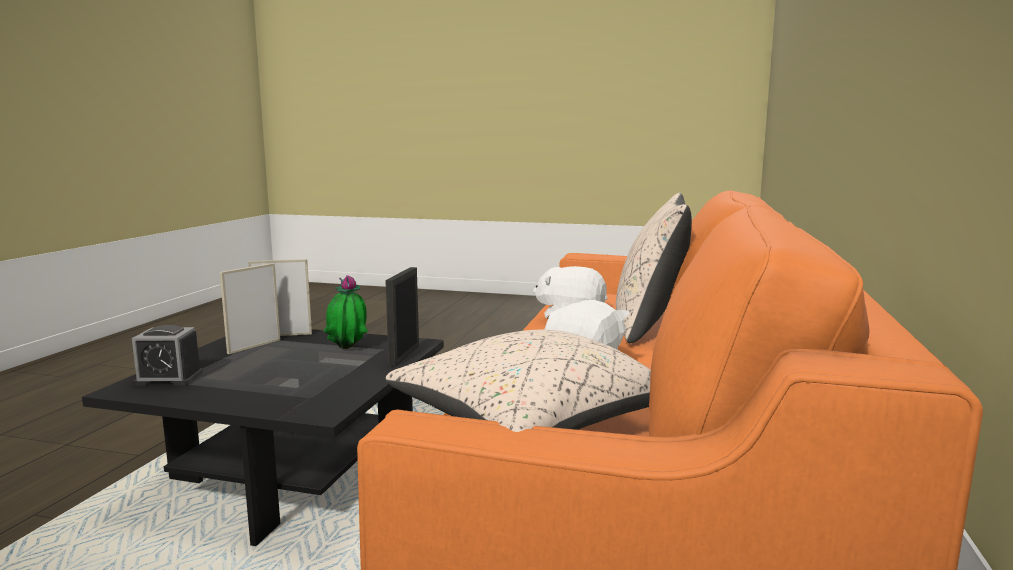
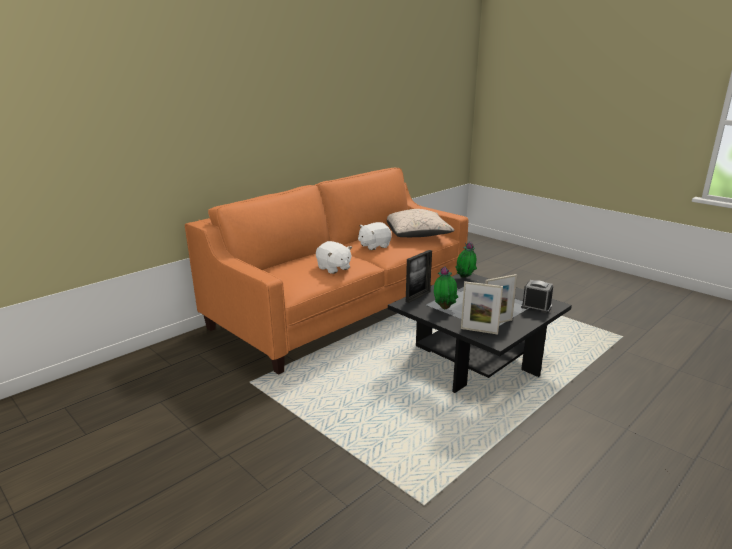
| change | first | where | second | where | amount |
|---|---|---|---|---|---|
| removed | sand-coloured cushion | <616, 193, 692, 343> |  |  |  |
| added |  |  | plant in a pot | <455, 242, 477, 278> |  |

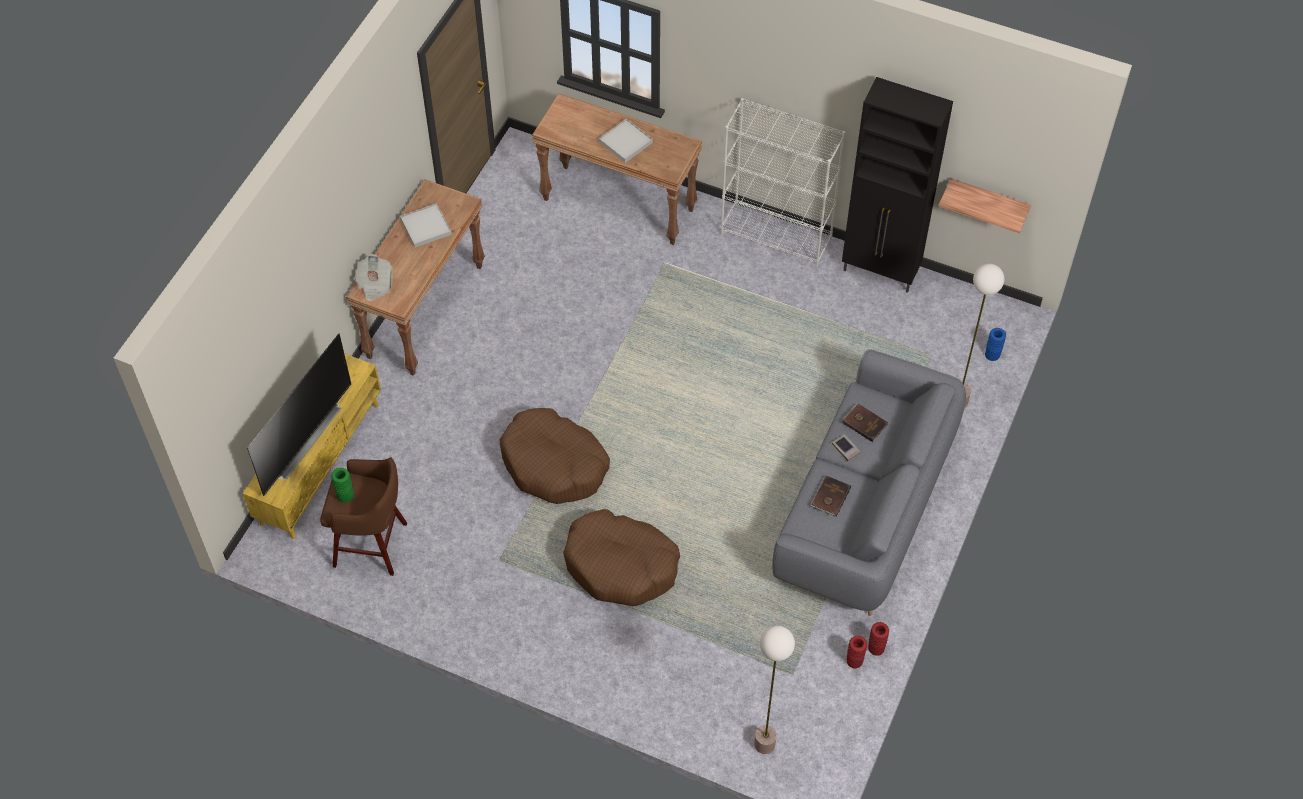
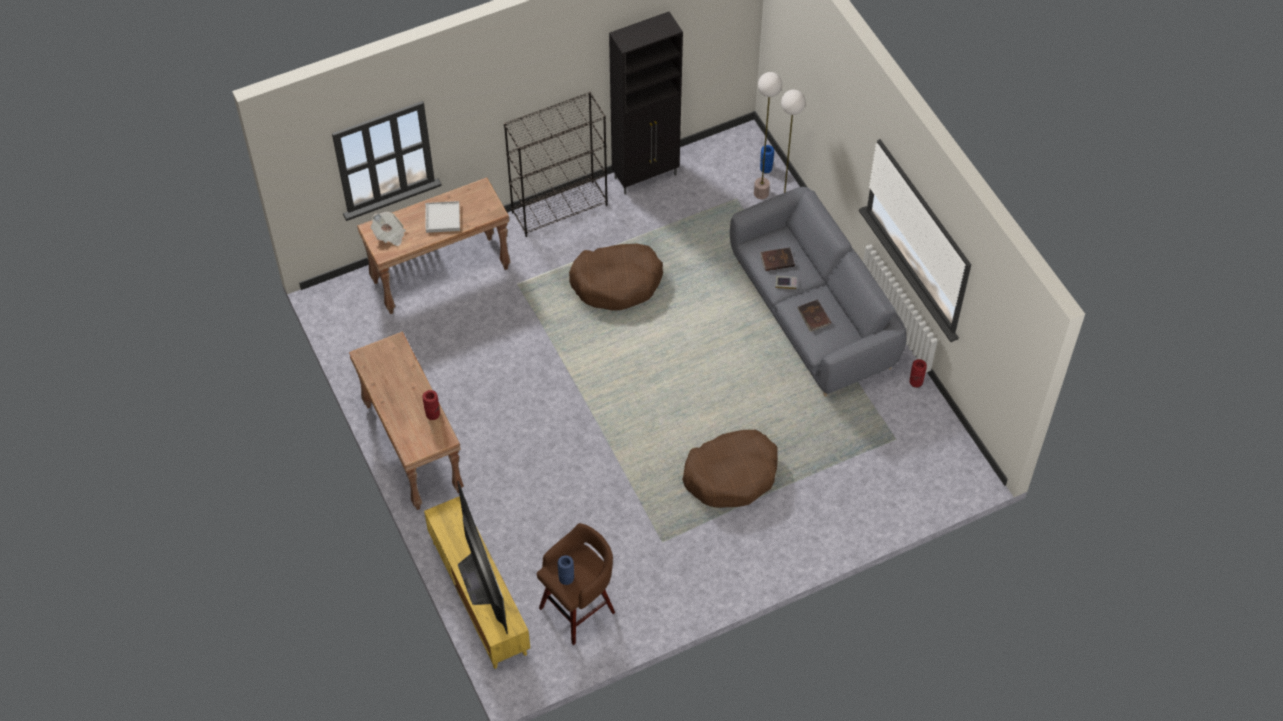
| change | first | where | second | where | amount |
|---|---|---|---|---|---|
| recoloured | white-coloured shelving unit | <720, 98, 846, 267> | black shelving unit | <504, 92, 608, 237> |  |
| removed | shelf | <938, 179, 1031, 233> |  |  |  |
| removed | white-coloured serving tray | <400, 203, 452, 248> |  |  |  |
| moved | newspaper | <354, 254, 393, 301> |  | <371, 212, 406, 246> |  |
| moved | brown dog bed | <499, 408, 610, 504> |  | <569, 244, 663, 310> |  |
| recoloured | green-coloured decorative vase | <331, 468, 354, 503> | blue decorative vase | <557, 555, 574, 585> |  |
| moved | floor lamp | <754, 626, 795, 754> |  | <754, 72, 782, 199> |  |
| moved | red decorative vase | <846, 636, 867, 668> |  | <422, 390, 440, 420> |  |

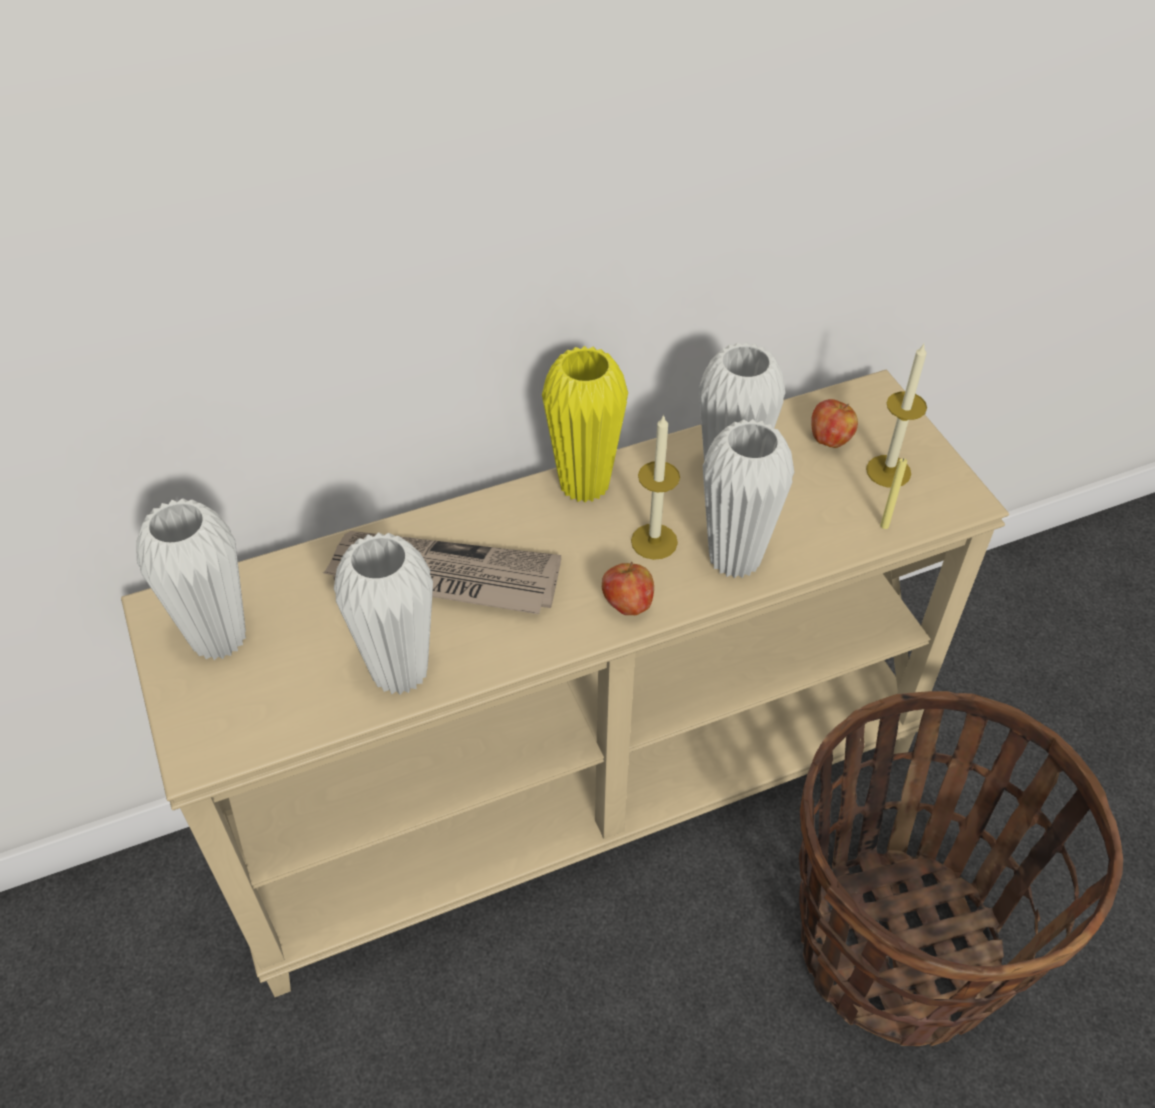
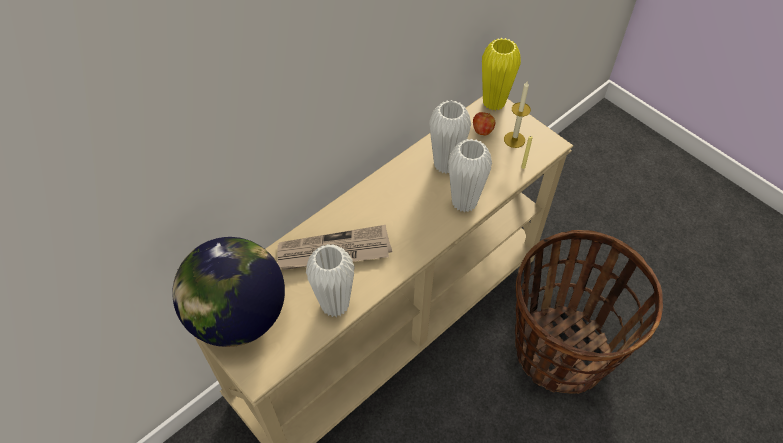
| change | first | where | second | where | amount |
|---|---|---|---|---|---|
| moved | yellow-coloured decorative vase | <542, 346, 628, 503> |  | <482, 38, 521, 111> |  |
| removed | candle | <631, 414, 680, 560> |  |  |  |
| replaced | white-coloured decorative vase | <136, 498, 246, 660> | world globe | <172, 237, 285, 347> |  |
| removed | apple | <602, 562, 654, 615> |  |  |  |

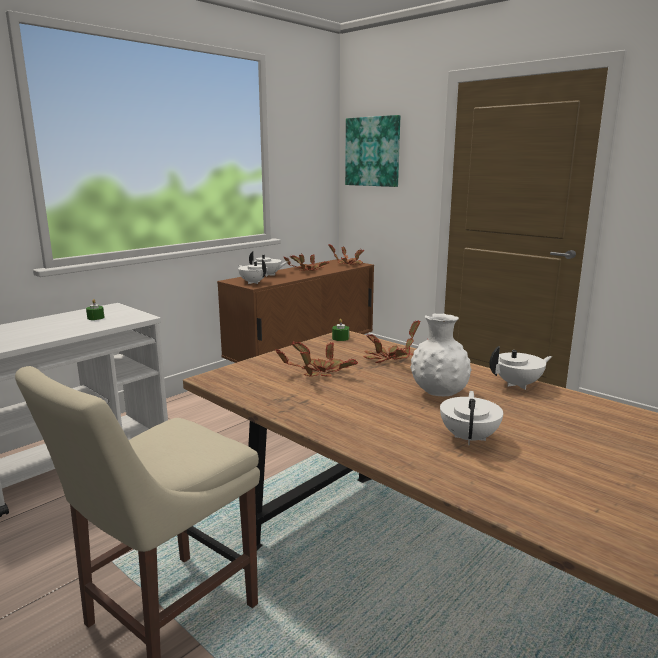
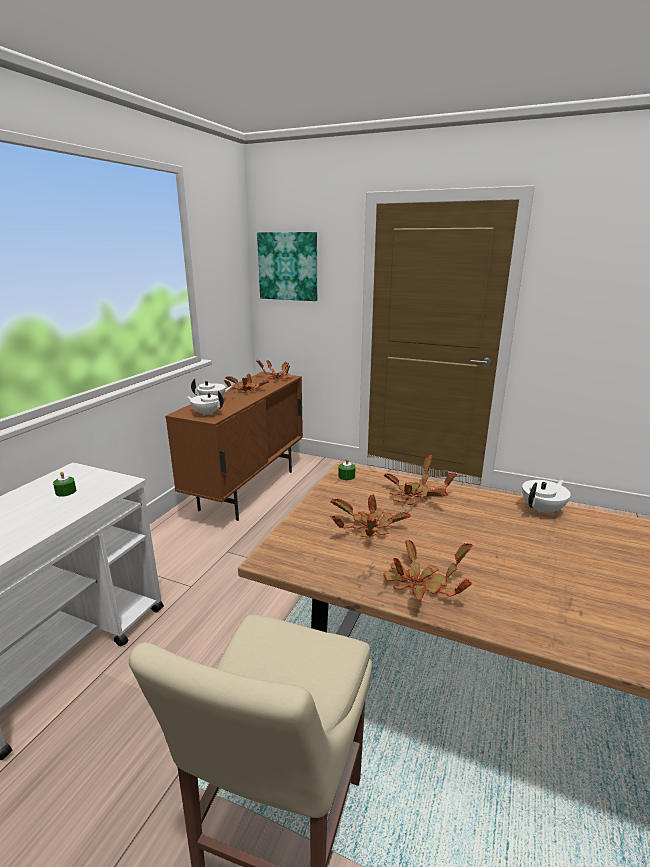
| change | first | where | second | where | amount |
|---|---|---|---|---|---|
| removed | white-coloured decorative vase | <411, 314, 471, 396> |  |  |  |
| removed | white-coloured teapot | <440, 391, 503, 445> |  |  |  |
| added |  |  | plant in a pot | <383, 539, 473, 600> |  |

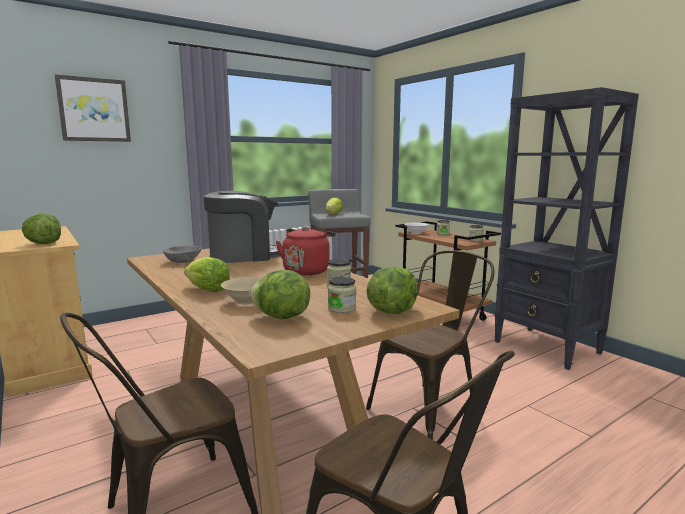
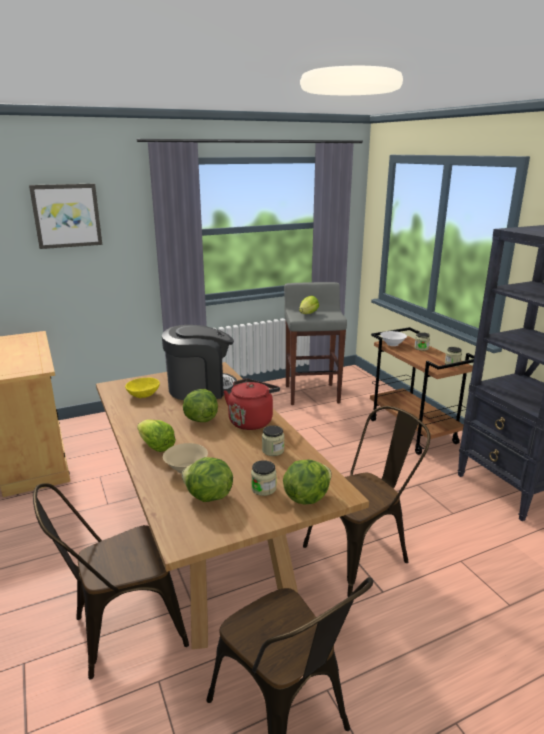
| change | first | where | second | where | amount |
|---|---|---|---|---|---|
| moved | head of lettuce | <22, 213, 61, 244> |  | <183, 389, 218, 422> |  |
| recoloured | greyish serving bowl | <163, 245, 201, 263> | yellow-coloured serving bowl | <125, 377, 160, 398> |  |

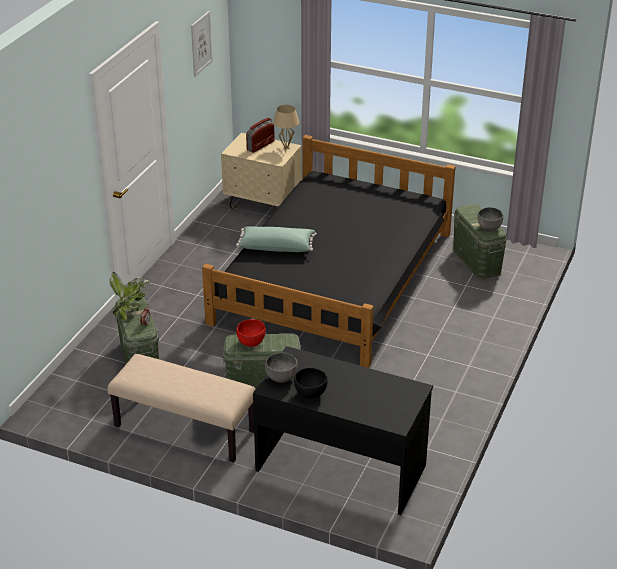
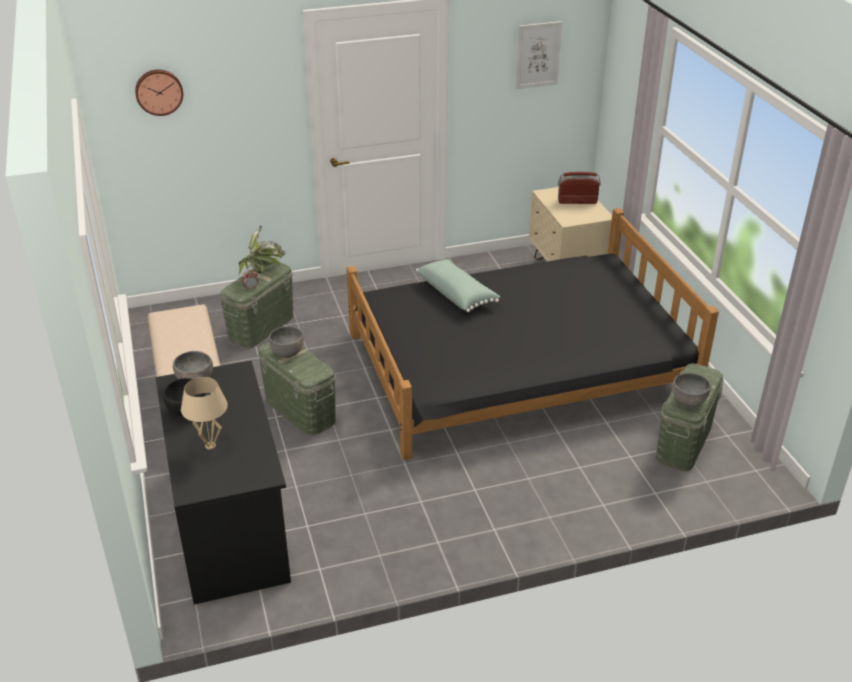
| change | first | where | second | where | amount |
|---|---|---|---|---|---|
| moved | sand-coloured tabletop lamp | <273, 105, 299, 149> |  | <181, 377, 228, 450> |  |
| recoloured | red serving bowl | <236, 319, 266, 347> | greyish serving bowl | <269, 326, 304, 358> |  |
| added |  |  | clock on the wall | <135, 70, 183, 116> |  |

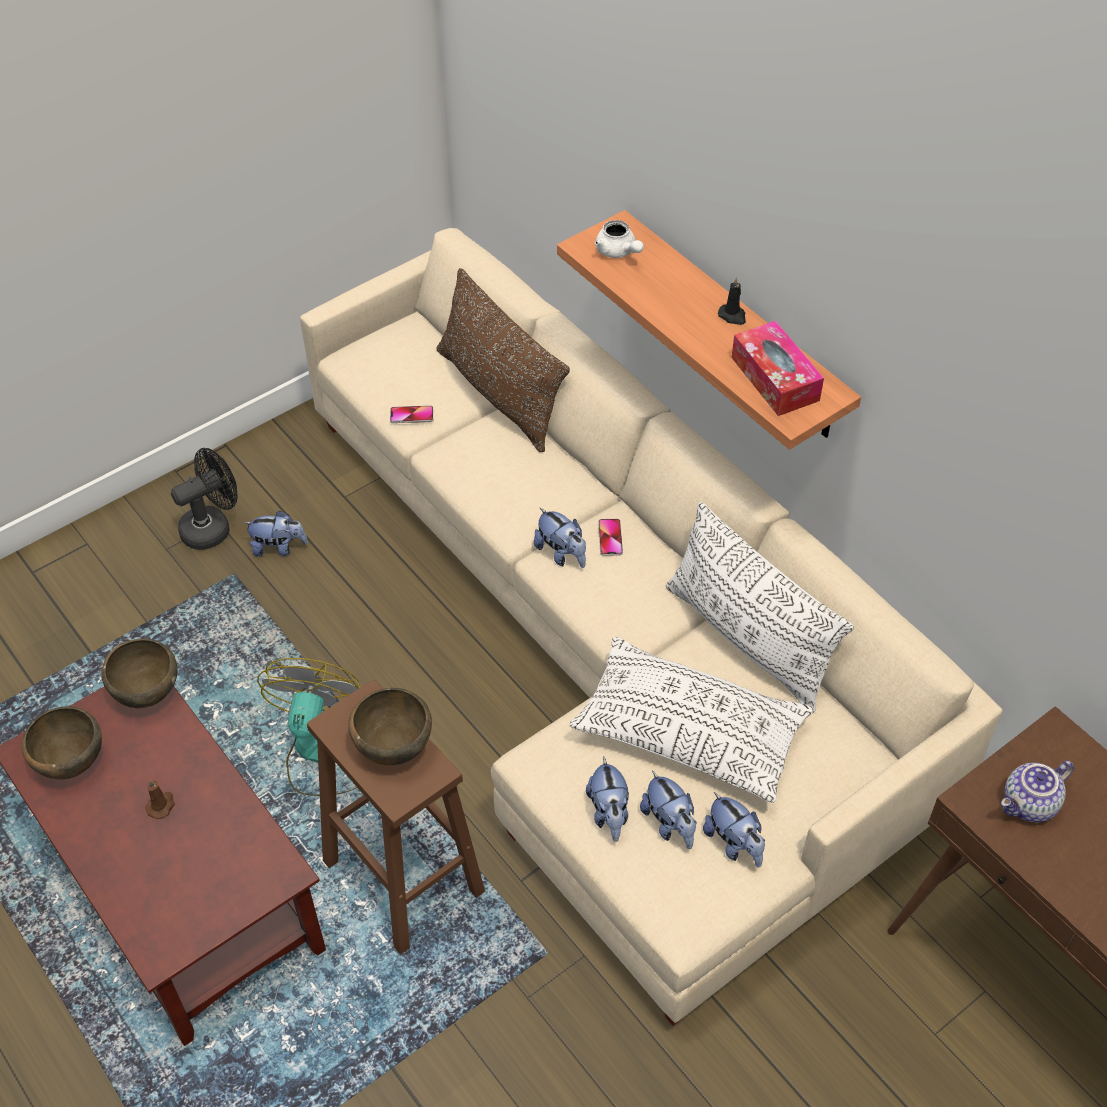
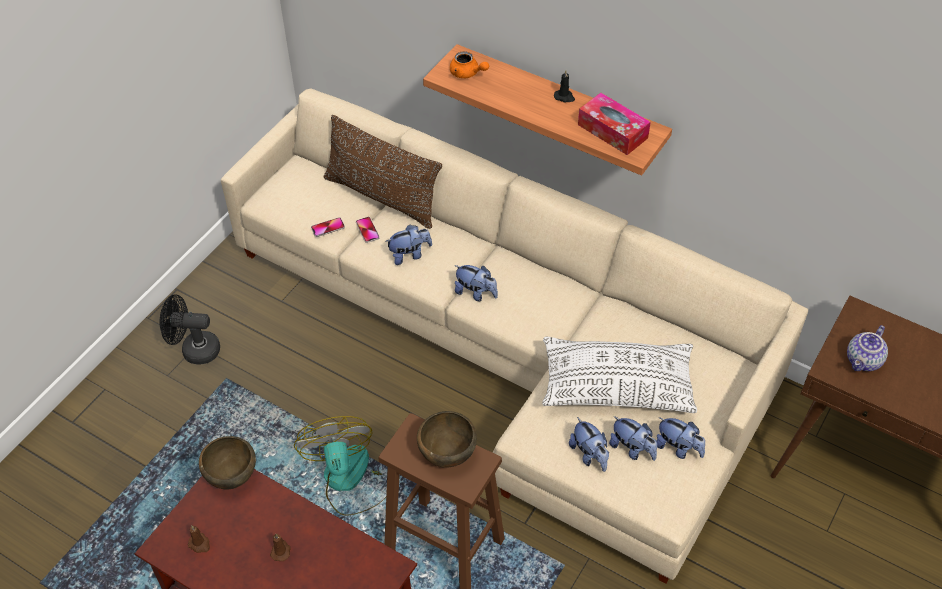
| change | first | where | second | where | amount |
|---|---|---|---|---|---|
| recoloured | white-coloured teapot | <595, 220, 644, 258> | orangey teapot | <450, 51, 489, 78> |  |
| turned | black cooling fan | <171, 448, 238, 550> |  | <160, 295, 220, 364> | 120 degrees counterclockwise |
| removed | white-coloured cushion | <666, 502, 854, 712> |  |  |  |
| moved | plush toy | <244, 511, 308, 557> |  | <385, 224, 432, 265> |  |
| moved | telephone | <598, 519, 623, 556> |  | <356, 217, 380, 243> |  |
| replaced | brown serving bowl | <21, 706, 102, 779> | brown candle | <188, 526, 210, 553> |  |

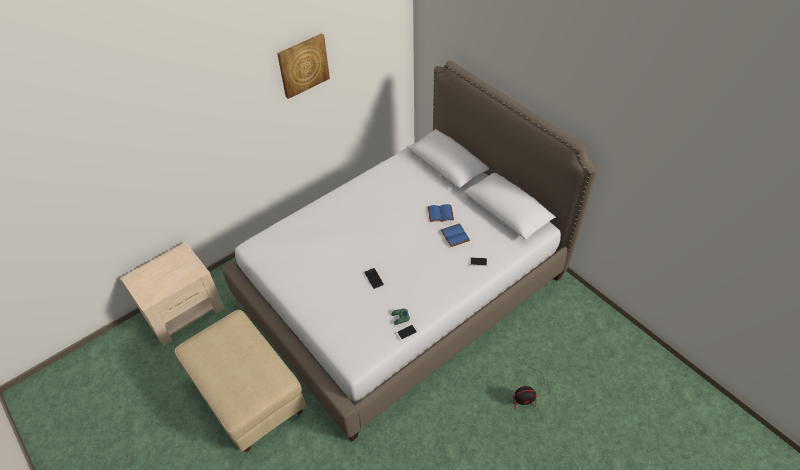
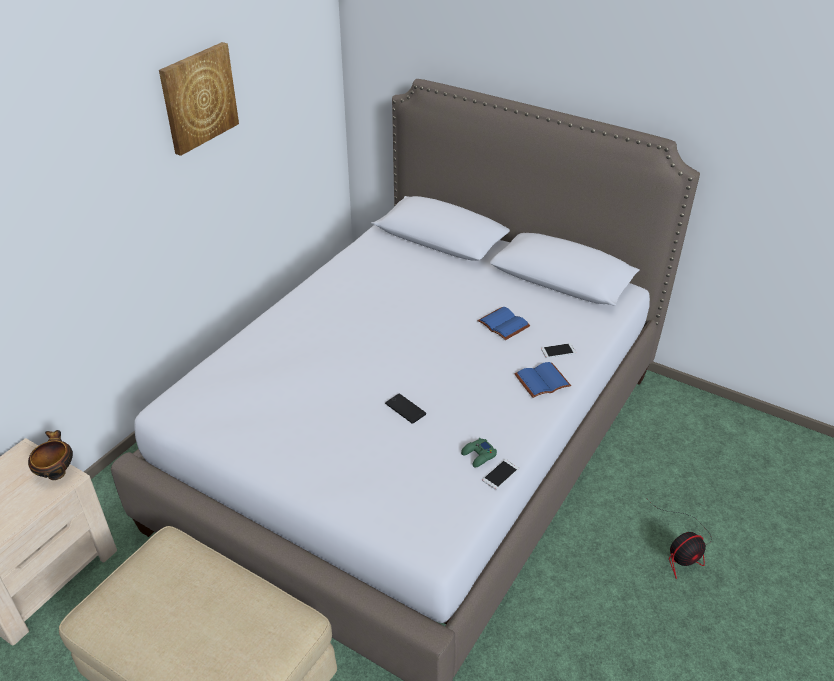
| change | first | where | second | where | amount |
|---|---|---|---|---|---|
| moved | blue book | <428, 204, 454, 222> |  | <514, 362, 571, 398> |  |
| added |  |  | serving bowl | <28, 430, 73, 480> |  |

